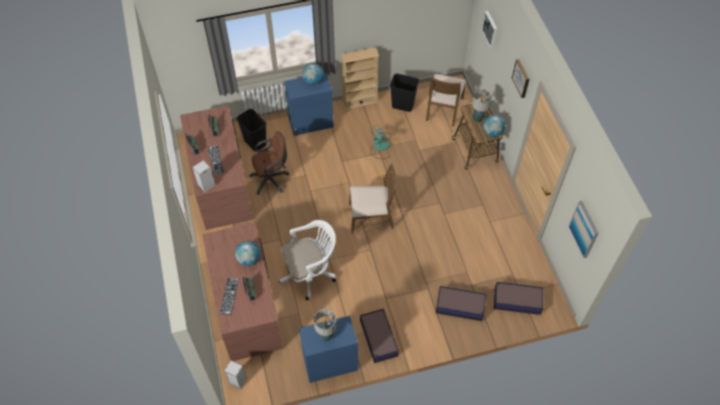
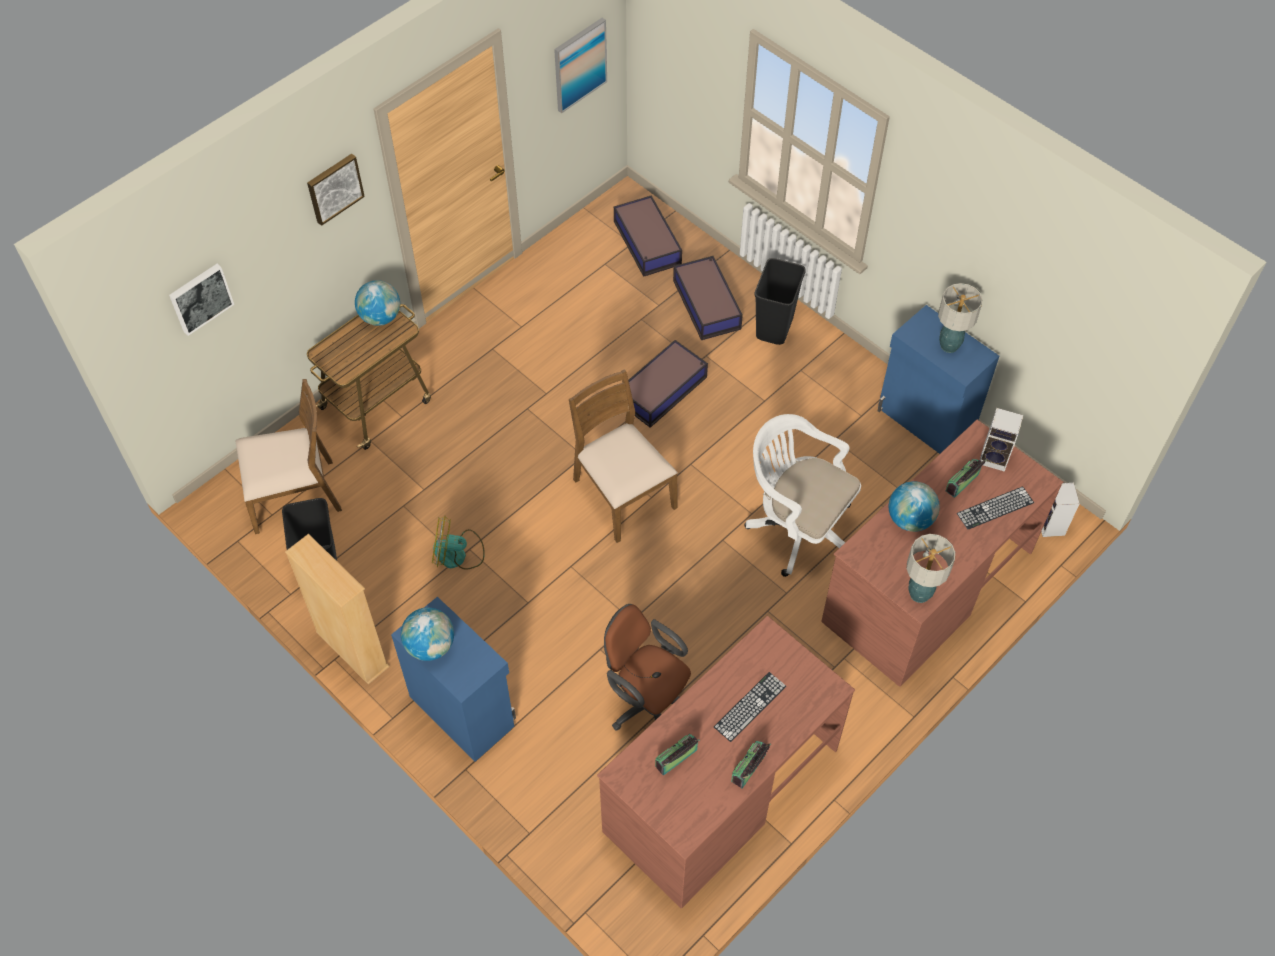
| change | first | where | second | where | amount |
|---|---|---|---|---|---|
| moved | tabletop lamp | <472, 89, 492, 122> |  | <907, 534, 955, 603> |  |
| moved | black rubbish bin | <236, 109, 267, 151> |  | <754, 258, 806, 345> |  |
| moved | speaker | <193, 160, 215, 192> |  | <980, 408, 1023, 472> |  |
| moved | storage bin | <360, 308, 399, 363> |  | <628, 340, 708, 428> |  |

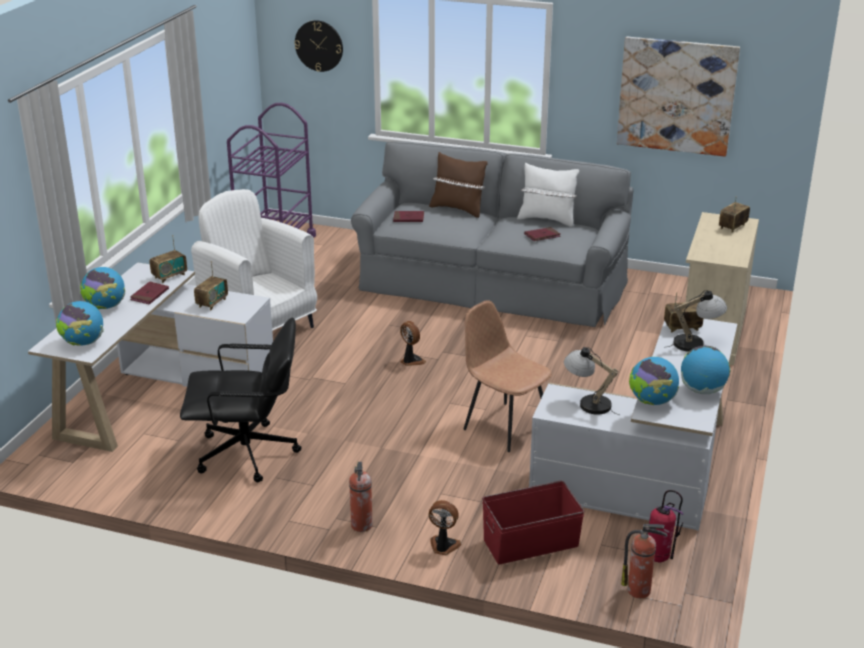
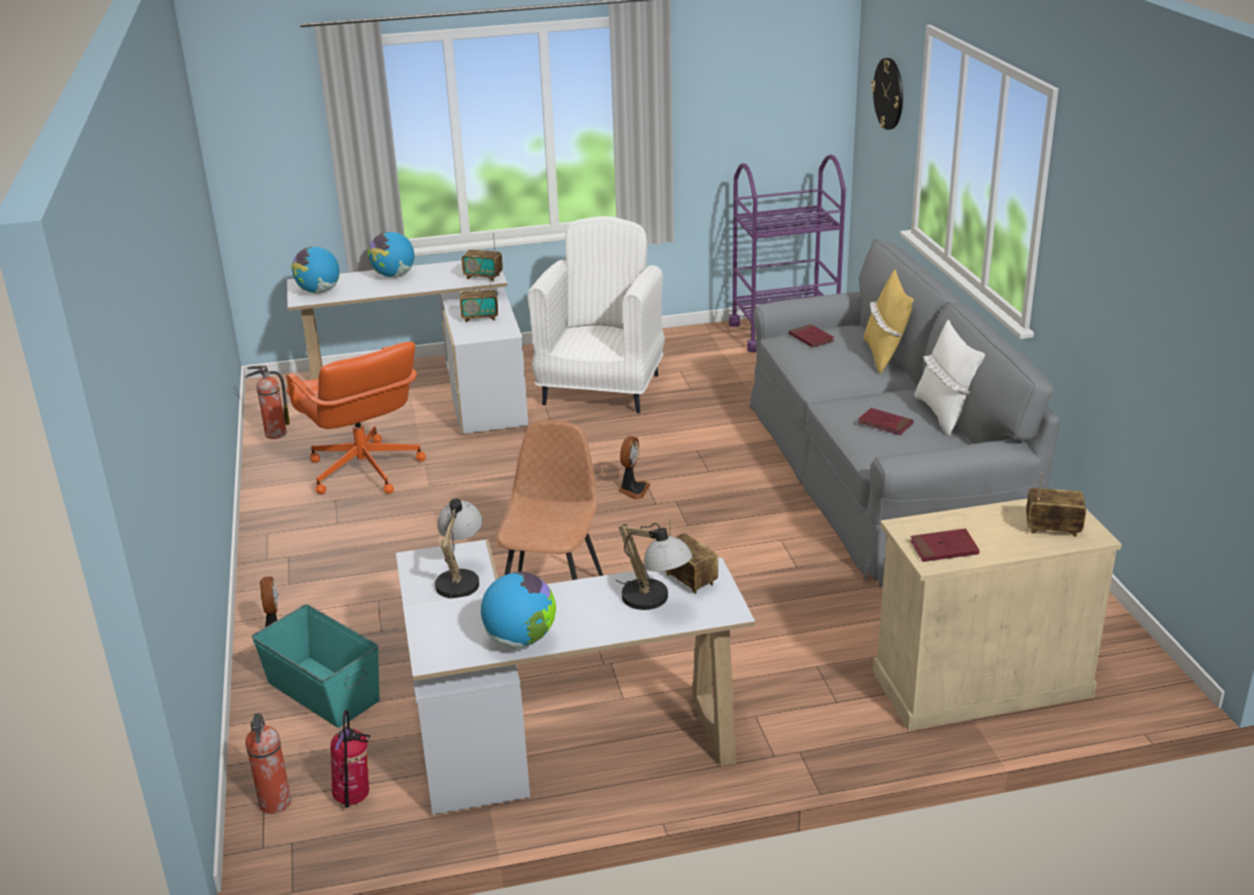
| change | first | where | second | where | amount |
|---|---|---|---|---|---|
| removed | picture | <617, 37, 740, 157> |  |  |  |
| recoloured | brown cushion | <429, 152, 488, 218> | yellow-coloured cushion | <864, 269, 914, 374> |  |
| moved | red book | <130, 281, 169, 305> |  | <910, 529, 980, 562> |  |
| recoloured | black office chair | <180, 318, 301, 482> | orangey office chair | <286, 342, 426, 494> |  |
| removed | world globe | <629, 357, 679, 405> |  |  |  |
| moved | fire-fighting cylinder | <349, 462, 373, 532> |  | <245, 365, 290, 439> |  |
| recoloured | red storage bin | <482, 481, 584, 564> | blue-green storage bin | <252, 604, 380, 728> |  |

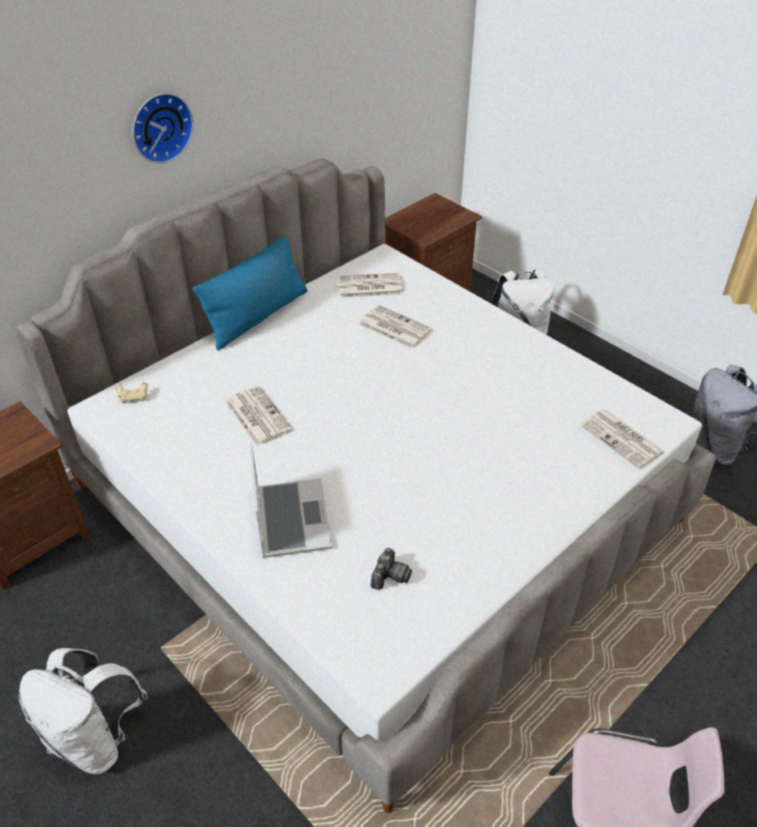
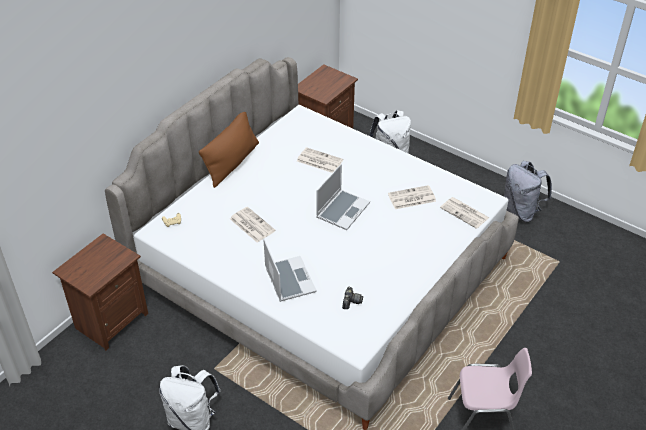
| change | first | where | second | where | amount |
|---|---|---|---|---|---|
| removed | clock on the wall | <133, 93, 193, 163> |  |  |  |
| recoloured | blue cushion | <193, 237, 308, 350> | brown cushion | <199, 112, 259, 188> |  |
| moved | newspaper | <338, 273, 403, 298> |  | <388, 185, 436, 209> |  |
| added |  |  | laptop | <317, 164, 370, 230> |  |

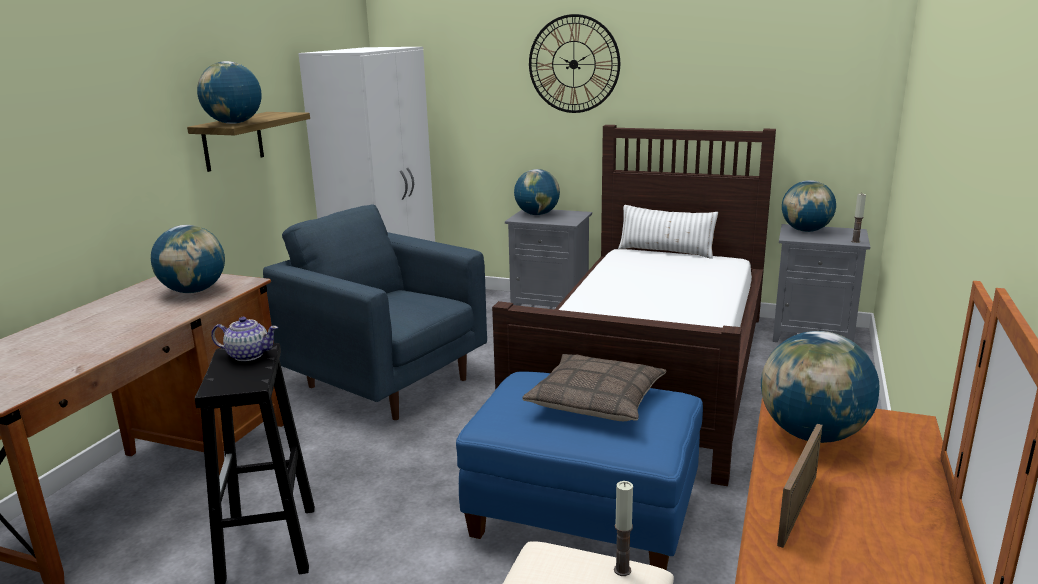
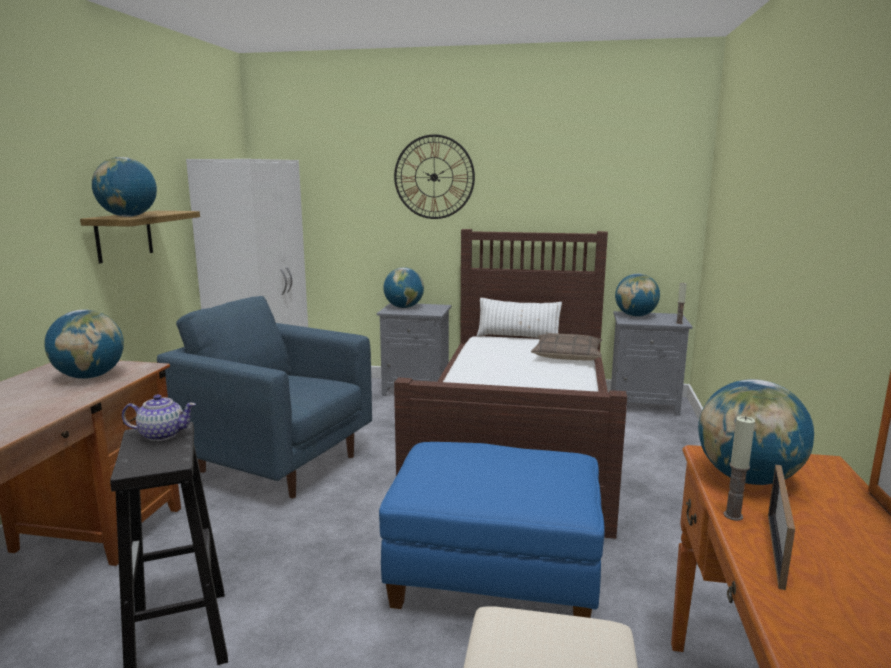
| change | first | where | second | where | amount |
|---|---|---|---|---|---|
| moved | cushion | <522, 354, 666, 421> |  | <531, 333, 602, 361> |  |
| moved | candle | <614, 481, 633, 576> |  | <723, 416, 755, 521> |  |

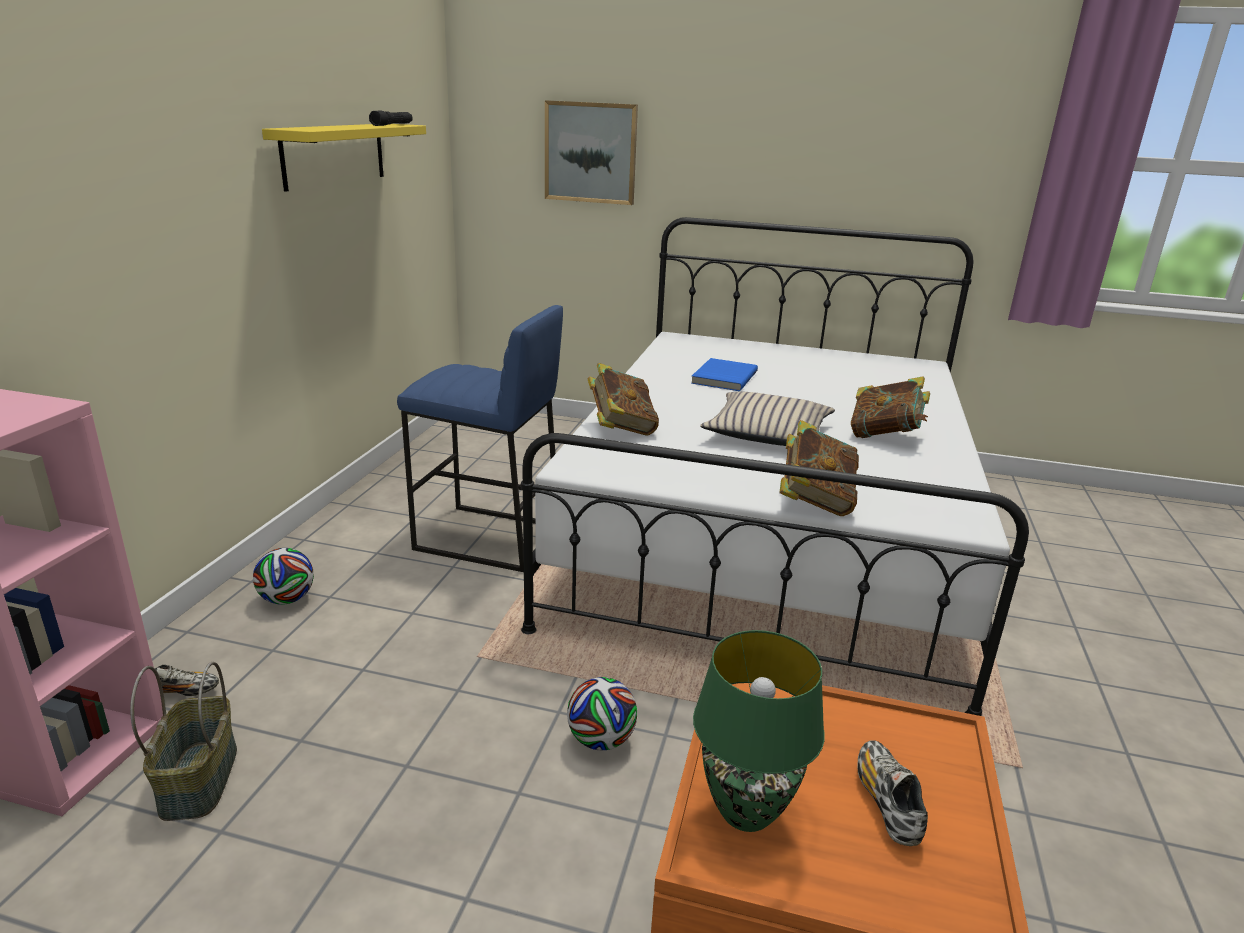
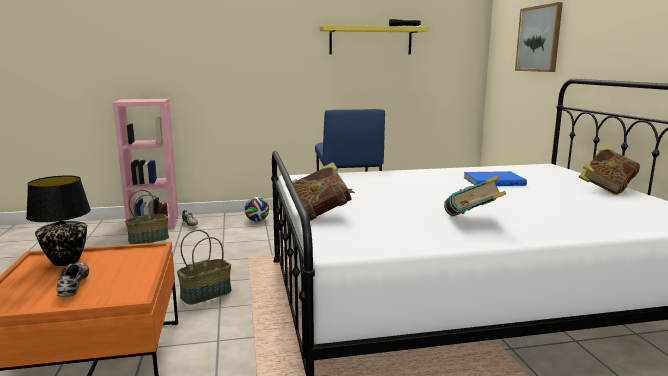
| change | first | where | second | where | amount |
|---|---|---|---|---|---|
| moved | book | <588, 363, 659, 436> |  | <579, 145, 640, 195> |  |
| removed | sand-coloured cushion | <700, 392, 835, 446> |  |  |  |
| recoloured | green-coloured tabletop lamp | <693, 630, 825, 832> | black tabletop lamp | <26, 176, 91, 266> |  |
| replaced | ball for football | <567, 677, 637, 750> | household basket | <177, 230, 232, 305> |  |
| turned | item of footwear | <857, 740, 928, 846> |  | <57, 263, 89, 297> | 75 degrees counterclockwise |

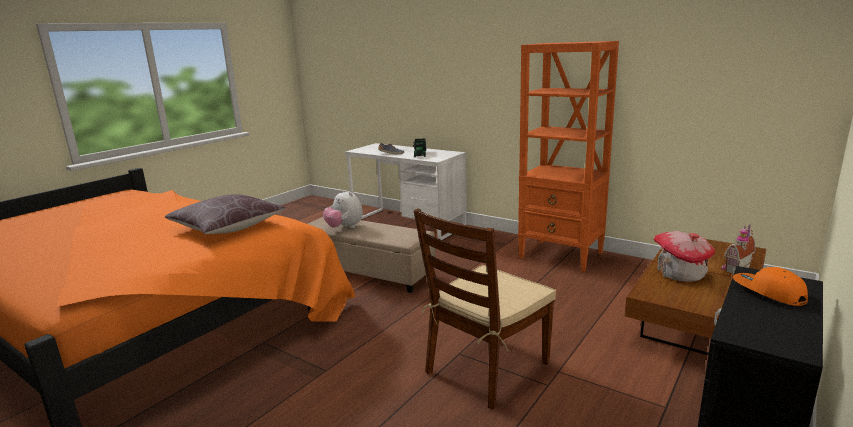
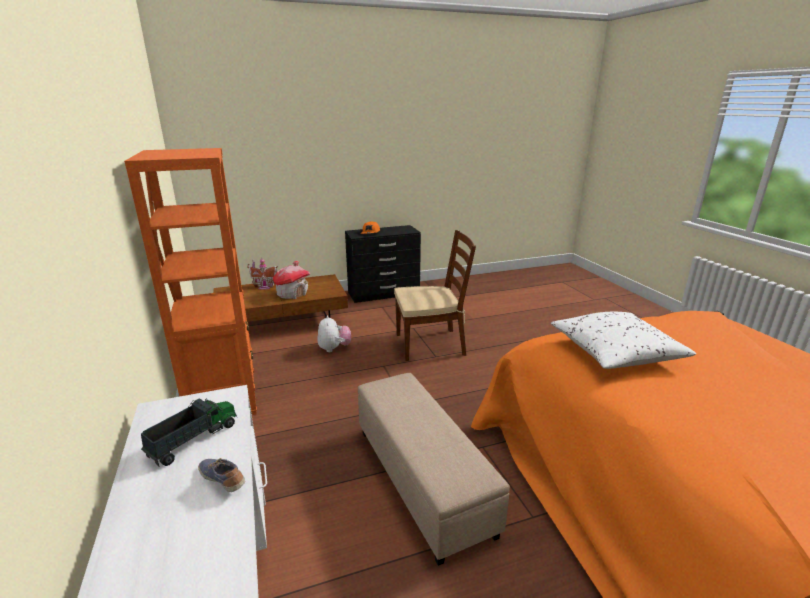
| change | first | where | second | where | amount |
|---|---|---|---|---|---|
| moved | plush toy | <323, 190, 363, 228> |  | <317, 315, 351, 352> |  |
| recoloured | brown cushion | <165, 194, 286, 234> | white-coloured cushion | <551, 312, 696, 369> |  |

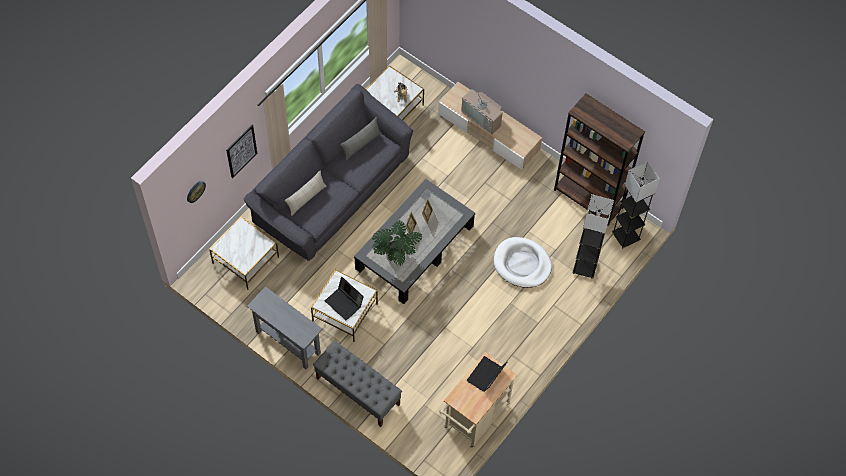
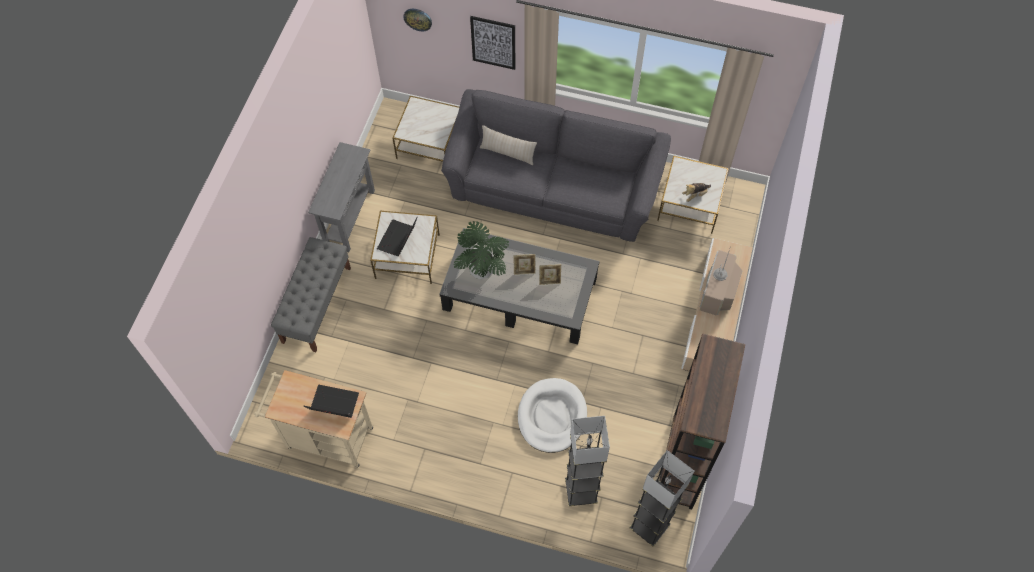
| change | first | where | second | where | amount |
|---|---|---|---|---|---|
| removed | greyish cushion | <340, 117, 382, 160> |  |  |  |

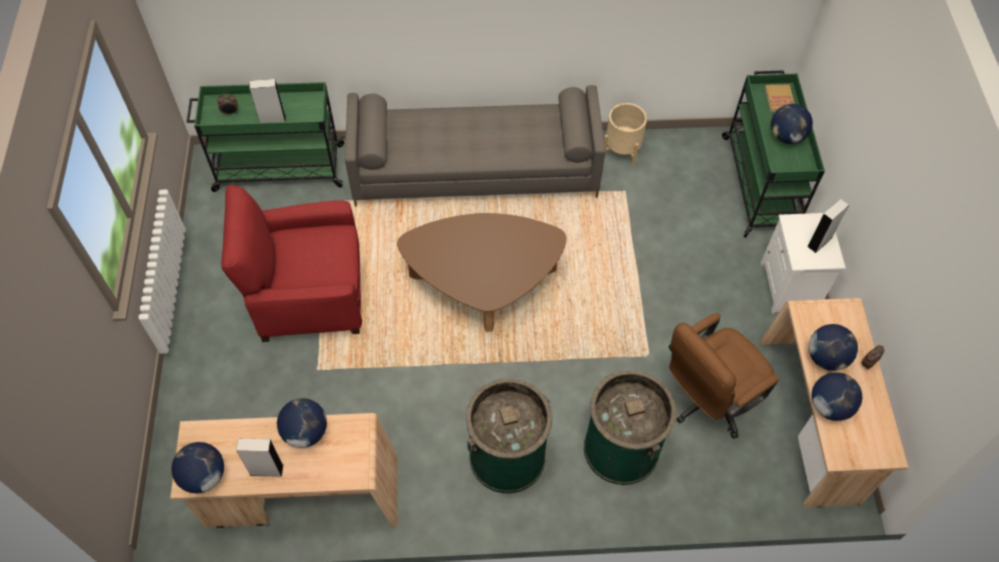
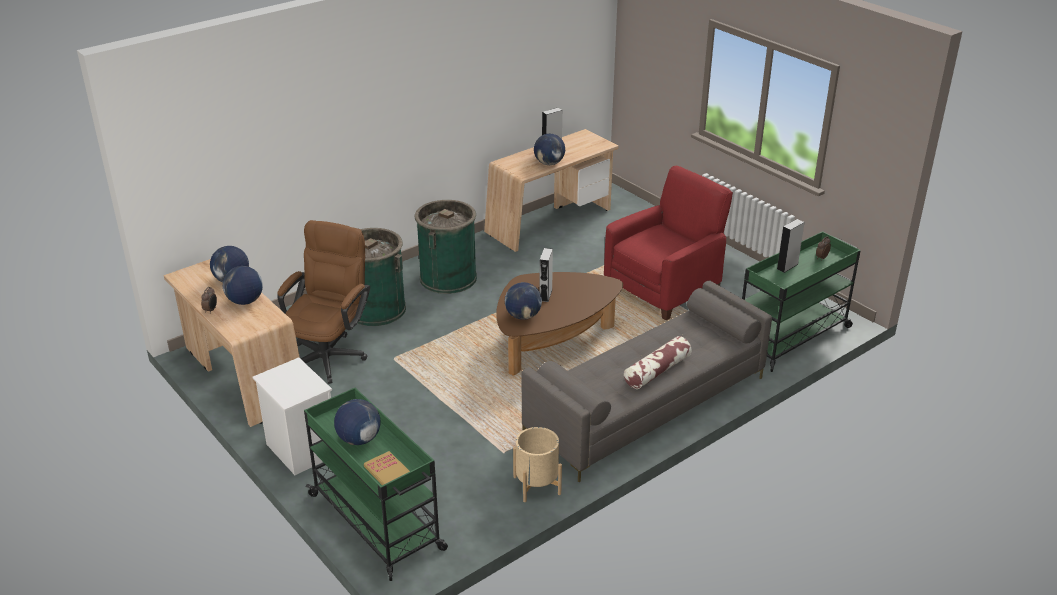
| change | first | where | second | where | amount |
|---|---|---|---|---|---|
| moved | greyish speaker | <807, 199, 849, 253> |  | <539, 248, 553, 302> |  |
| moved | world globe | <171, 442, 224, 493> |  | <505, 282, 542, 320> |  |
| added |  |  | cushion | <624, 336, 692, 389> |  |

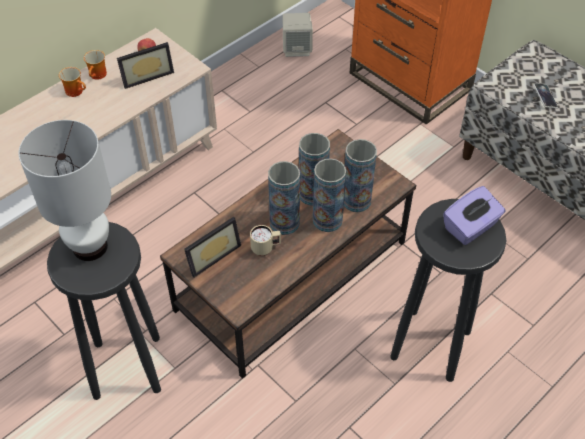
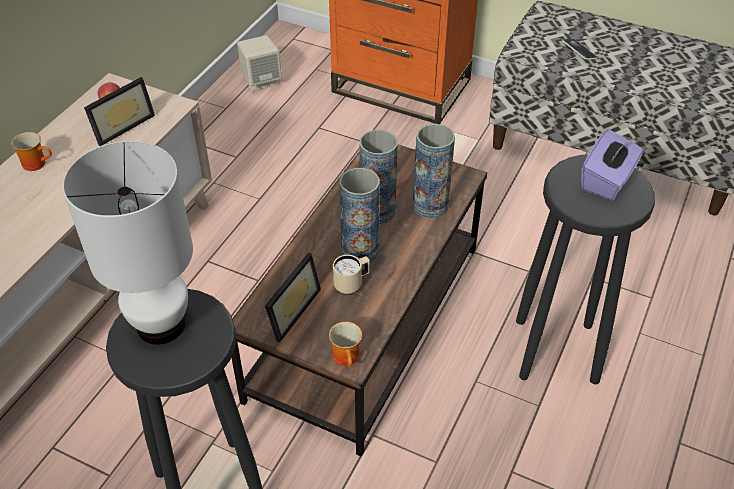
| change | first | where | second | where | amount |
|---|---|---|---|---|---|
| moved | coffee mug | <84, 50, 107, 80> |  | <329, 322, 362, 367> |  |
| removed | decorative vase | <313, 158, 346, 232> |  |  |  |

